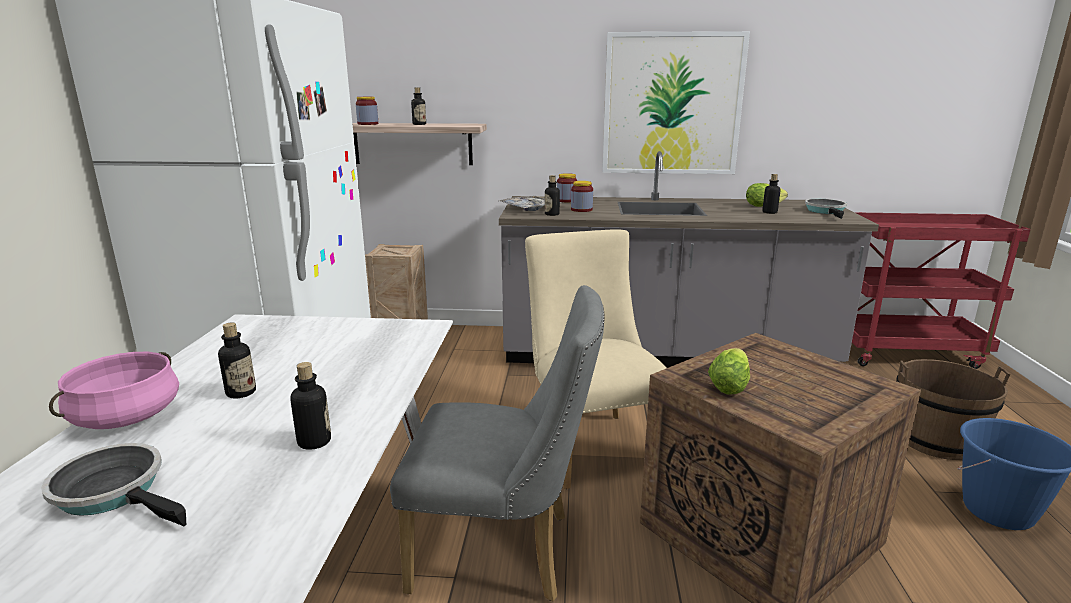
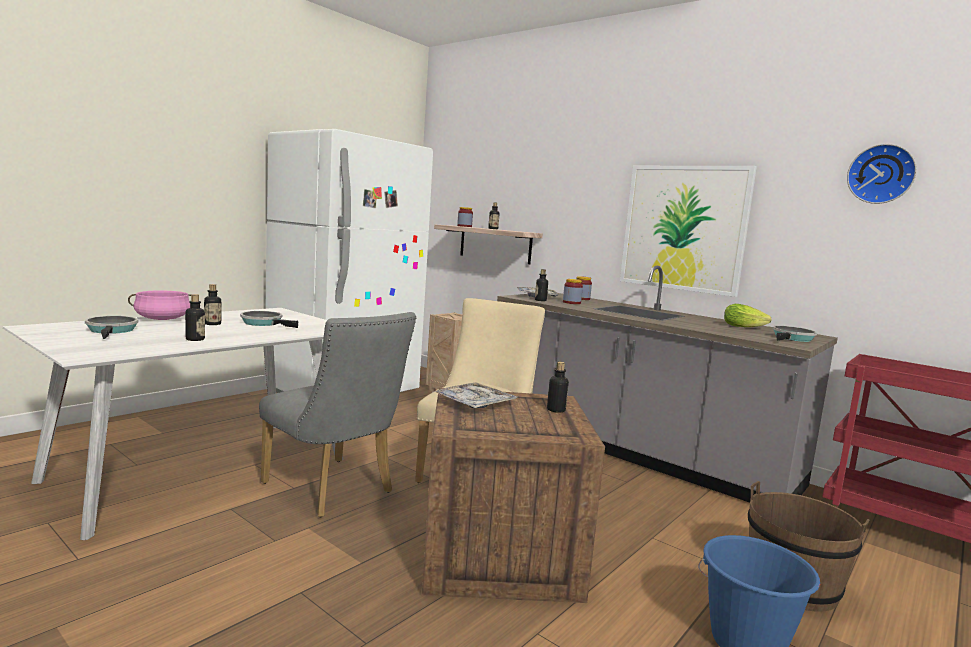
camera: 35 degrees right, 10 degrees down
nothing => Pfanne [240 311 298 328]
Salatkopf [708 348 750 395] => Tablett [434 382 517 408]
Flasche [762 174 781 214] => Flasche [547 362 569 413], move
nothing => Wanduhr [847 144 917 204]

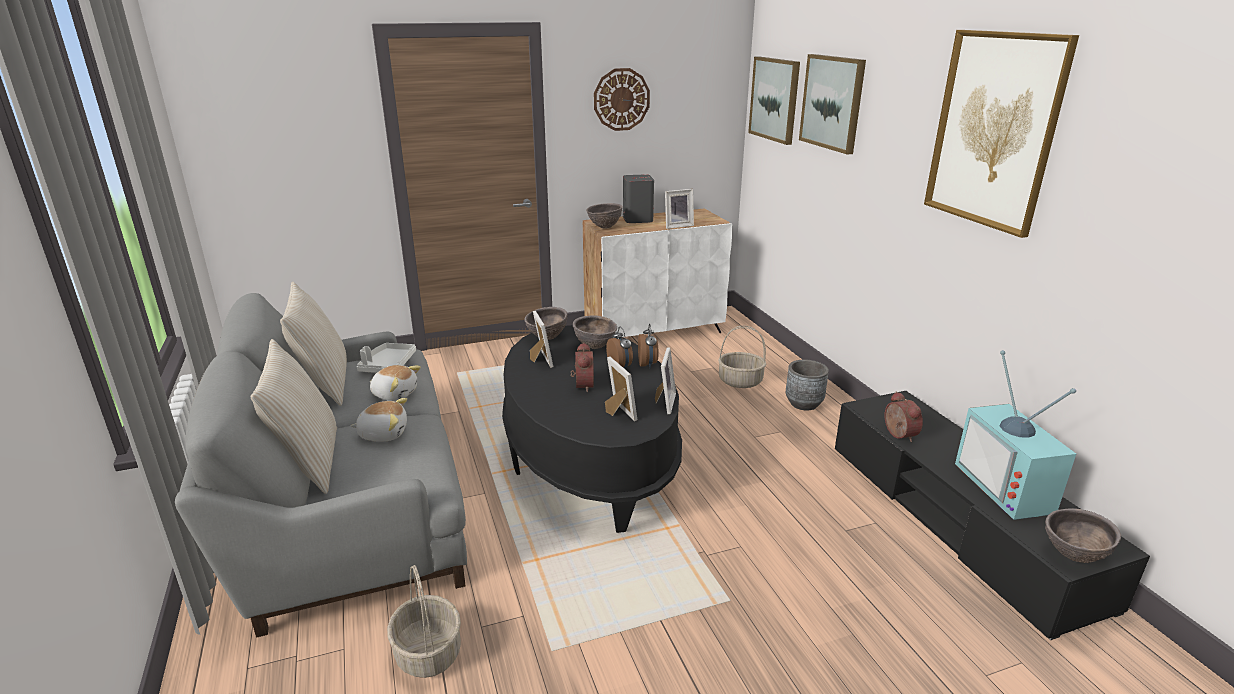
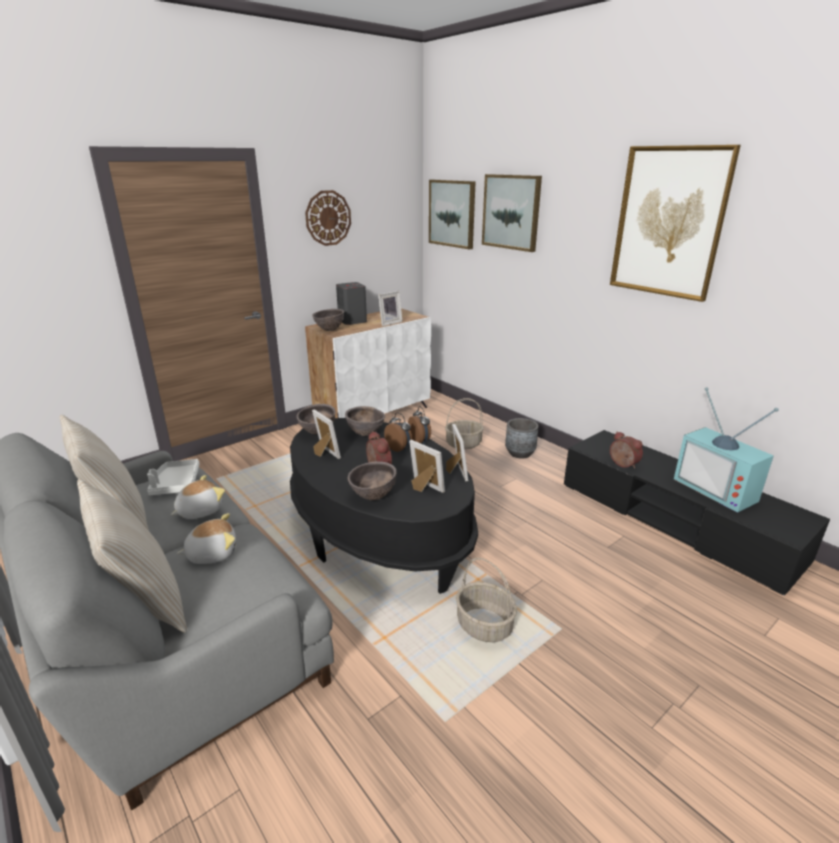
camera: 20 degrees left, 0 degrees up
Plüschtier [370 365 421 401] => Plüschtier [170 475 225 519], 45 degrees counterclockwise
Schüssel [braun] [1045 508 1121 563] => Schüssel [braun] [348 461 397 500], move
Korb [387 565 461 678] => Korb [456 558 517 642], move

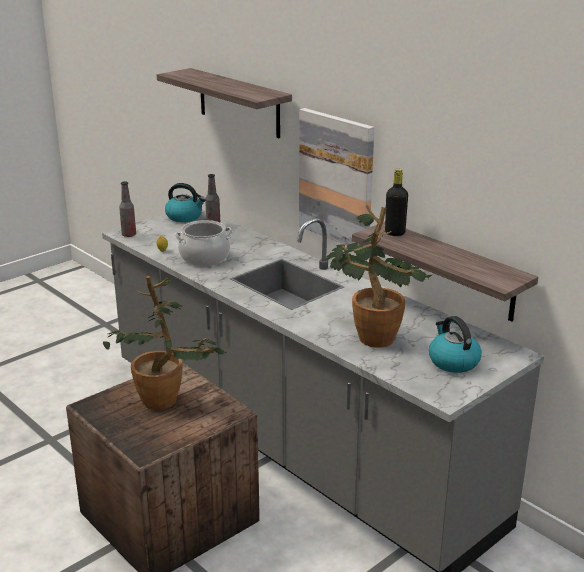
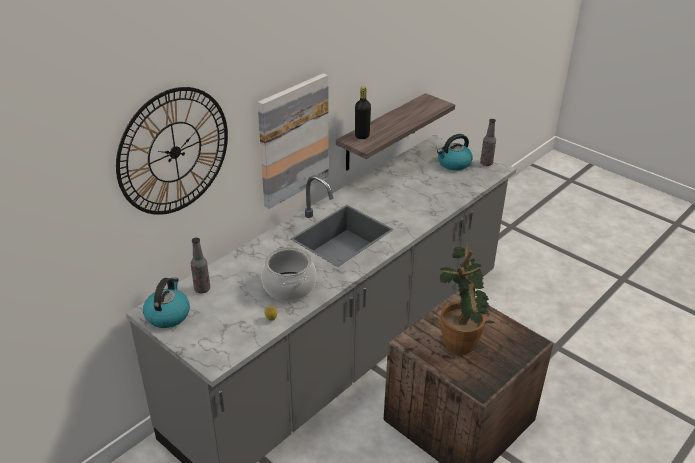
camera: 95 degrees left, 10 degrees up
Wandregal [157 68 292 138] => Wanduhr [116 87 228 215]
Flasche [119 181 136 237] => Flasche [480 119 496 166], move
Topfpflanze [324 205 432 348] => nothing

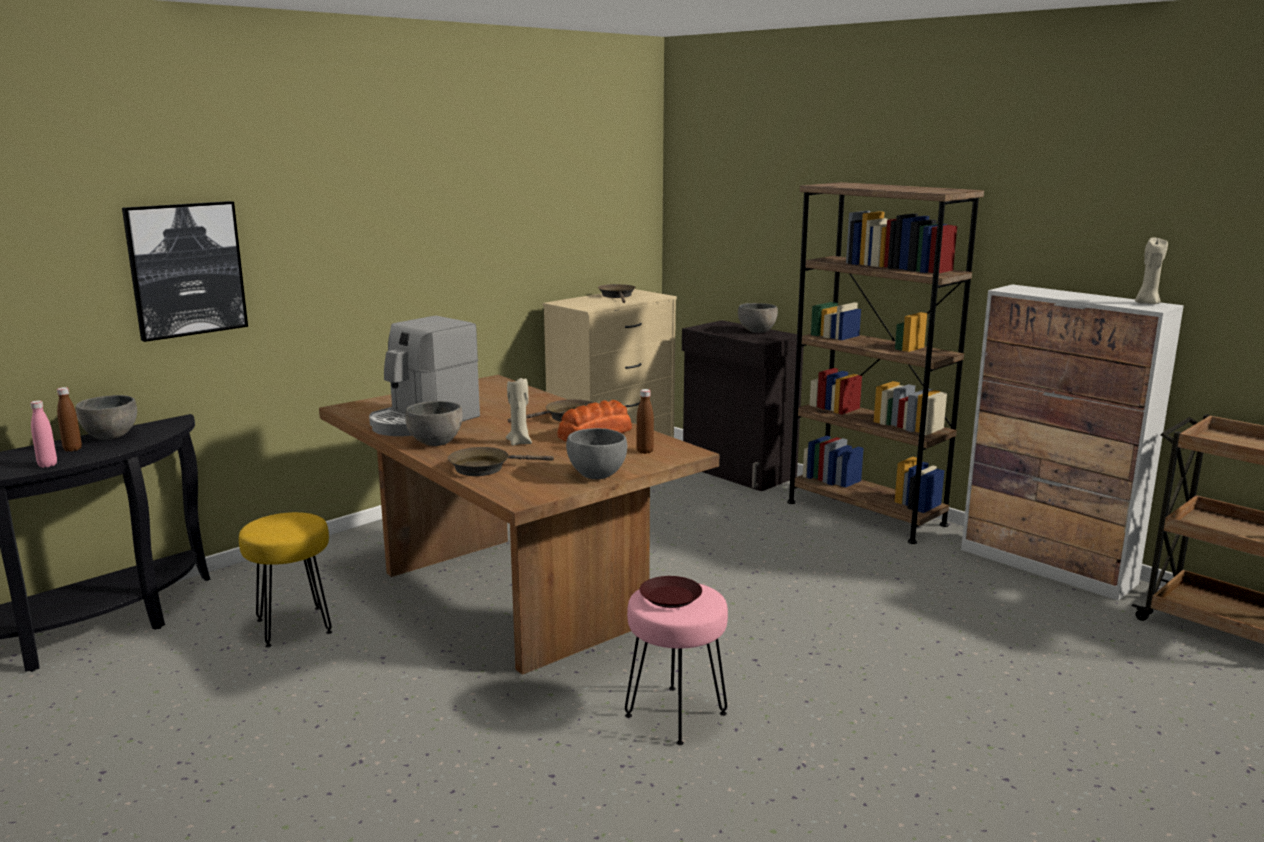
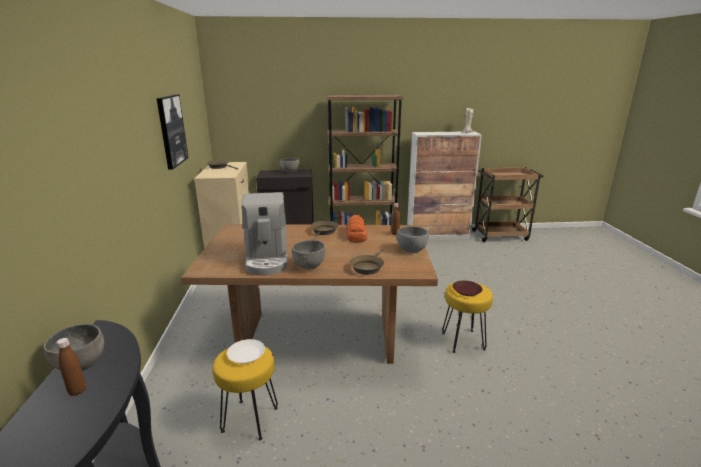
camera: 50 degrees left, 5 degrees up
Bild [122 201 248 342] => Bild [157 95 188 169], move
nothing => Teller [weiß] [227 339 265 363]
Hocker [rosa] [625 583 728 745] => Hocker [gelb] [442 282 493 353]
Flasche [rosa] [30 400 57 468] => nothing
Kerze [beige] [506 378 532 446] => nothing

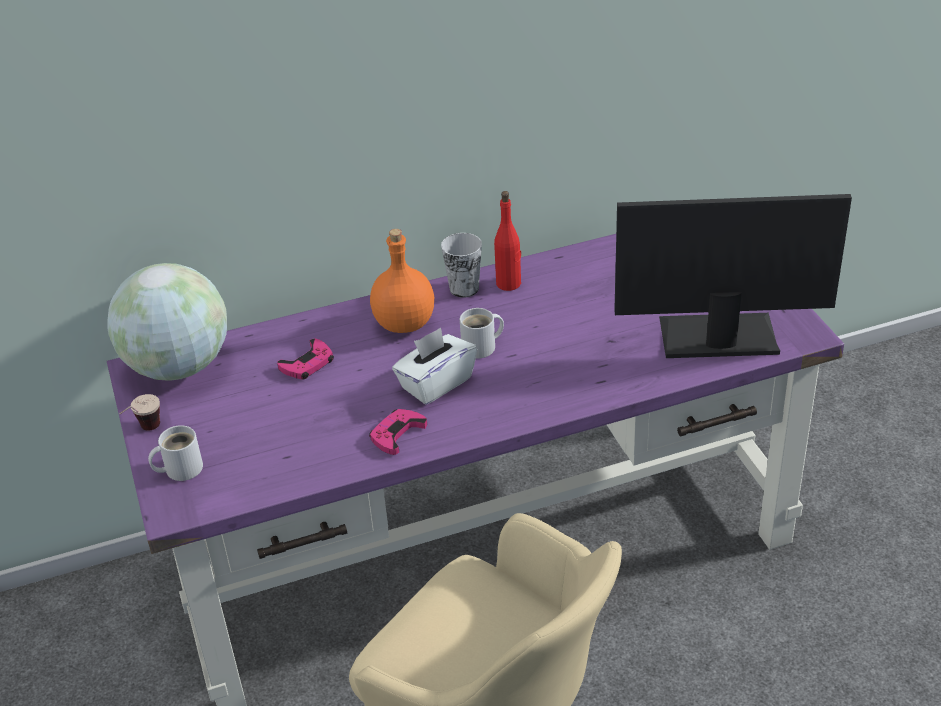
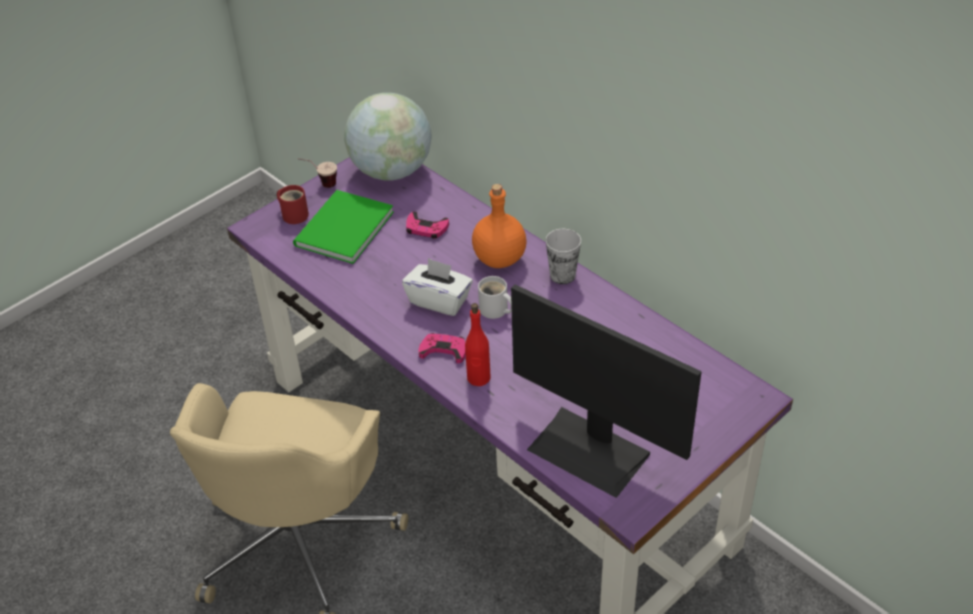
camera: 65 degrees right, 5 degrees up
Henkelbecher [weiß] [148 425 203 481] => Henkelbecher [rot] [277 185 309 224]
nothing => Buch [grün] [293 190 394 264]
Gamepad [rosa] [369 409 427 455] => Gamepad [rosa] [418 333 466 363], move
Flasche [rot] [494 191 521 291] => Flasche [rot] [465 303 491 386], move
Monitor [614 194 852 358] => Monitor [511 284 702 498], 150 degrees clockwise

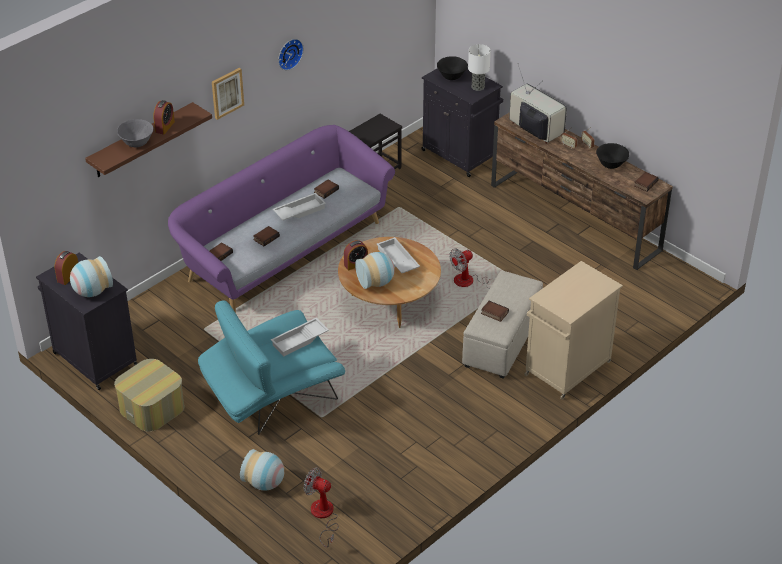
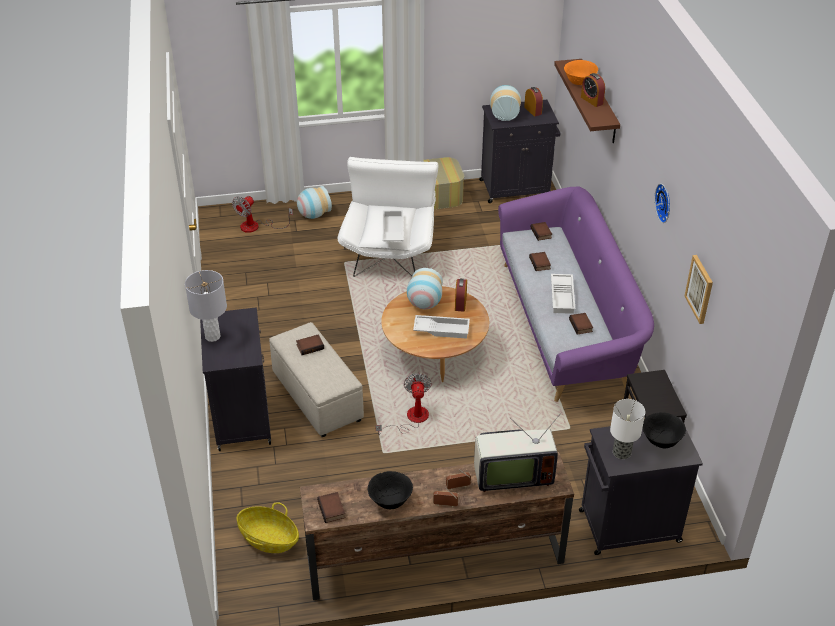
camera: 125 degrees right, 0 degrees up
nothing => Tischlampe [grau] [185 270 227 342]
Schrank [beige] [524 261 623 400] => Schrank [schwarz] [200 307 271 451]
Ventilator [304 468 338 547] => Ventilator [232 196 293 233], 150 degrees clockwise
nothing => Korb [237 502 299 553]
Sessel [türkis] [198 300 345 435] => Sessel [weiß] [337 157 438 277]
Schüssel [grau] [117 119 153 147] => Schüssel [orange] [564 60 598 85]
Bild [212 68 244 120] => Bild [685 255 713 324], move

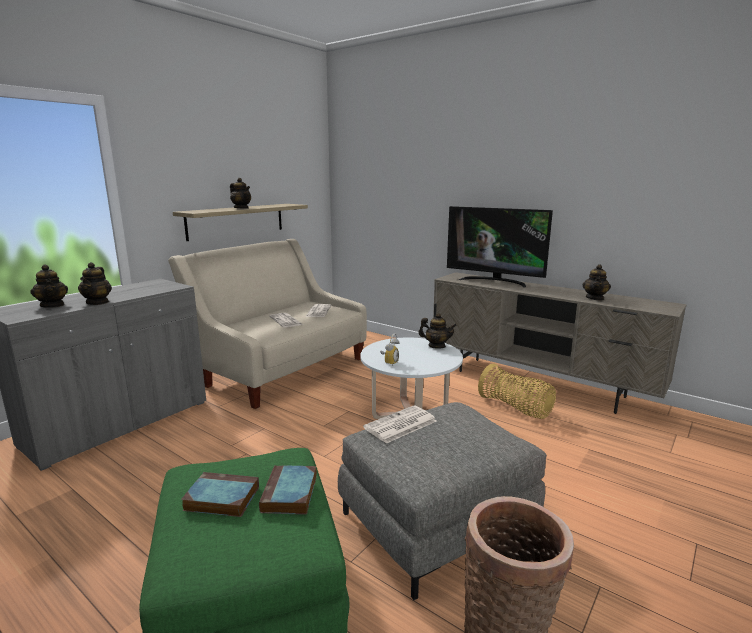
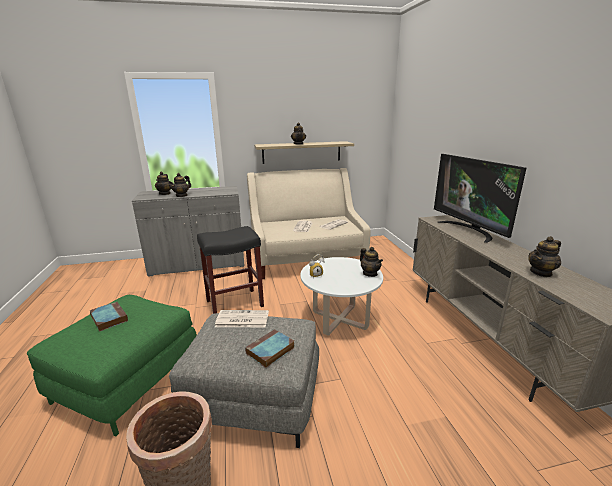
camera: 40 degrees right, 5 degrees up
nothing => Hocker [schwarz] [197 226 264 314]
Buch [259 465 317 515] => Buch [245 329 295 368], move
Korb [478 363 556 419] => nothing

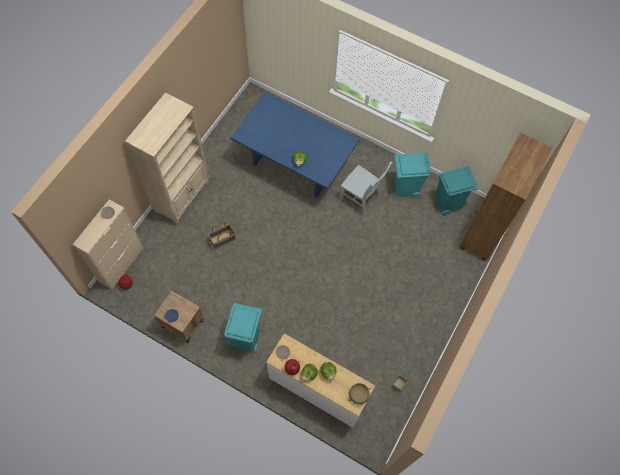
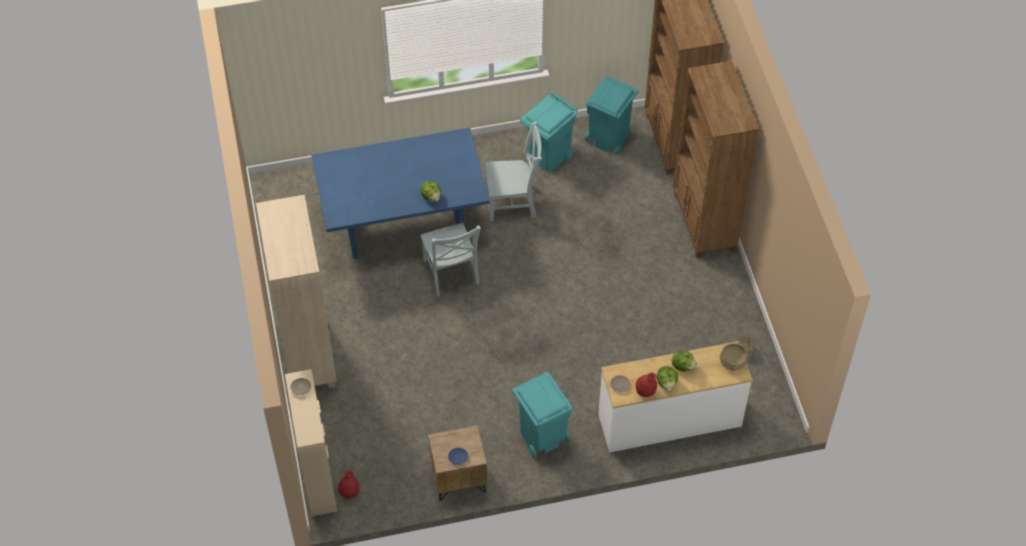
camera: 40 degrees left, 10 degrees down
nothing => Stuhl [grau] [420 223 481 296]
nothing => Bücherregal [braun] [673 61 759 258]
Korb [208 221 236 249] => nothing

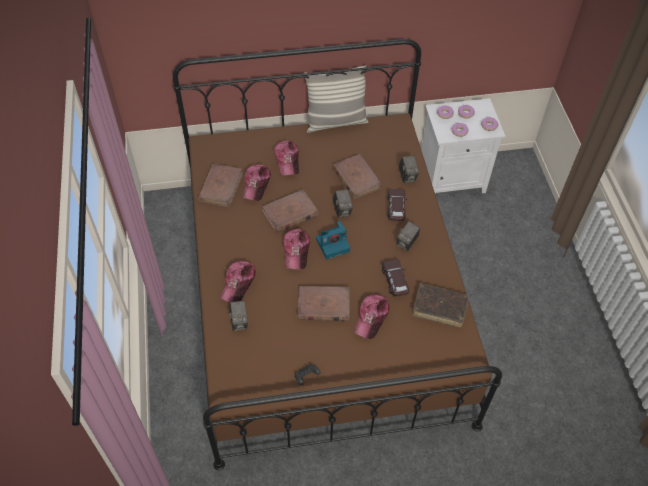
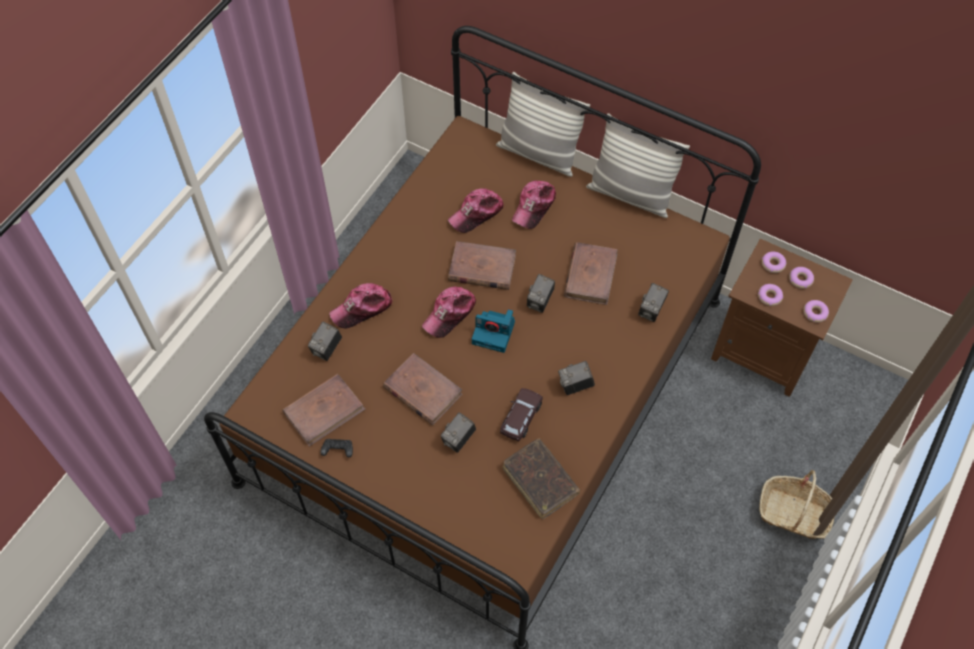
camera: 40 degrees right, 5 degrees up
Buch [braun] [198 164 243 207] => Buch [braun] [282 374 366 447], move
Kappe [354 294 390 339] => Kamera [441 412 476 453]
nothing => Kissen [496 72 590 177]
Nachttisch [weiß] [421 98 505 193] => Nachttisch [braun] [711 239 853 397]
nothing => Korb [759 470 835 539]
Spielzeugauto [braun] [387 189 407 221] => nothing

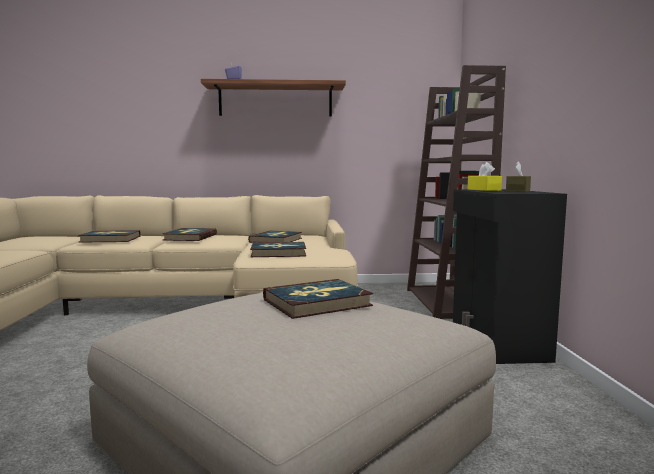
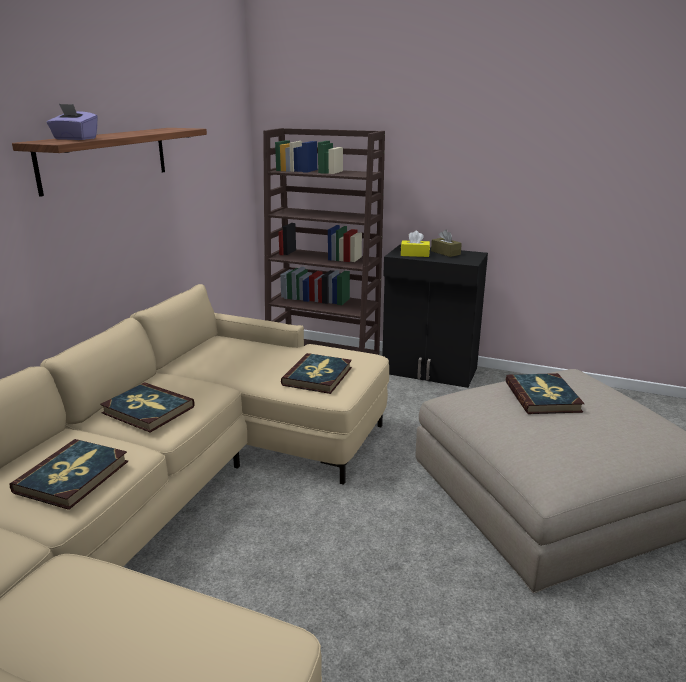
camera: 65 degrees left, 15 degrees up
Buch [248 230 302 243] => nothing

